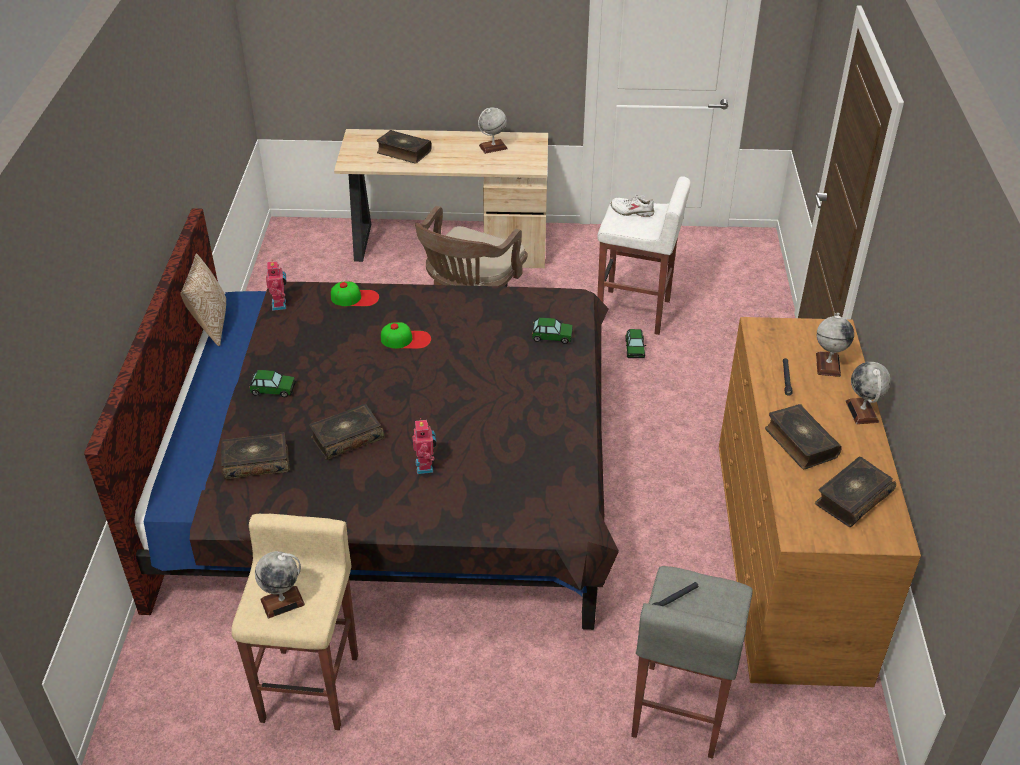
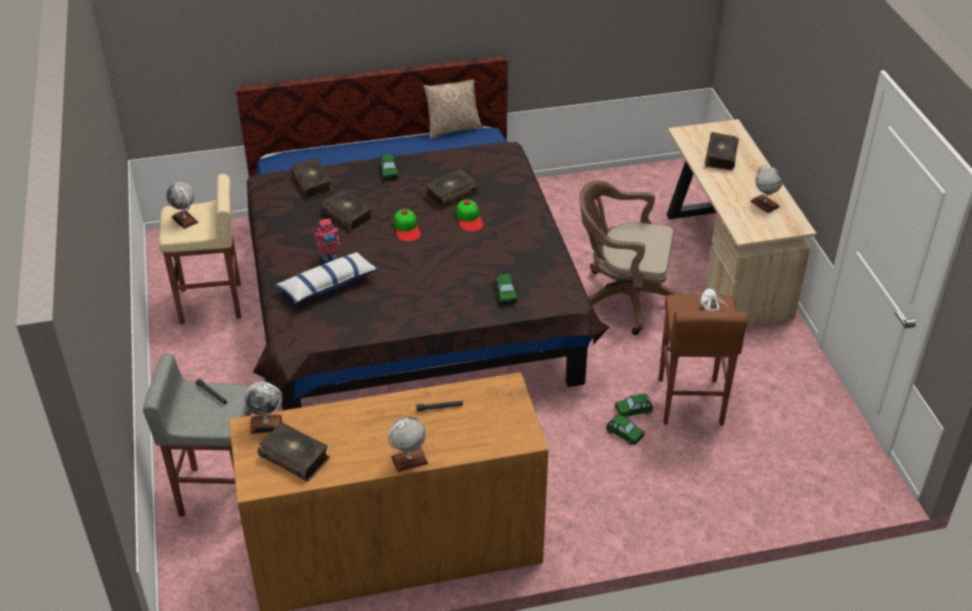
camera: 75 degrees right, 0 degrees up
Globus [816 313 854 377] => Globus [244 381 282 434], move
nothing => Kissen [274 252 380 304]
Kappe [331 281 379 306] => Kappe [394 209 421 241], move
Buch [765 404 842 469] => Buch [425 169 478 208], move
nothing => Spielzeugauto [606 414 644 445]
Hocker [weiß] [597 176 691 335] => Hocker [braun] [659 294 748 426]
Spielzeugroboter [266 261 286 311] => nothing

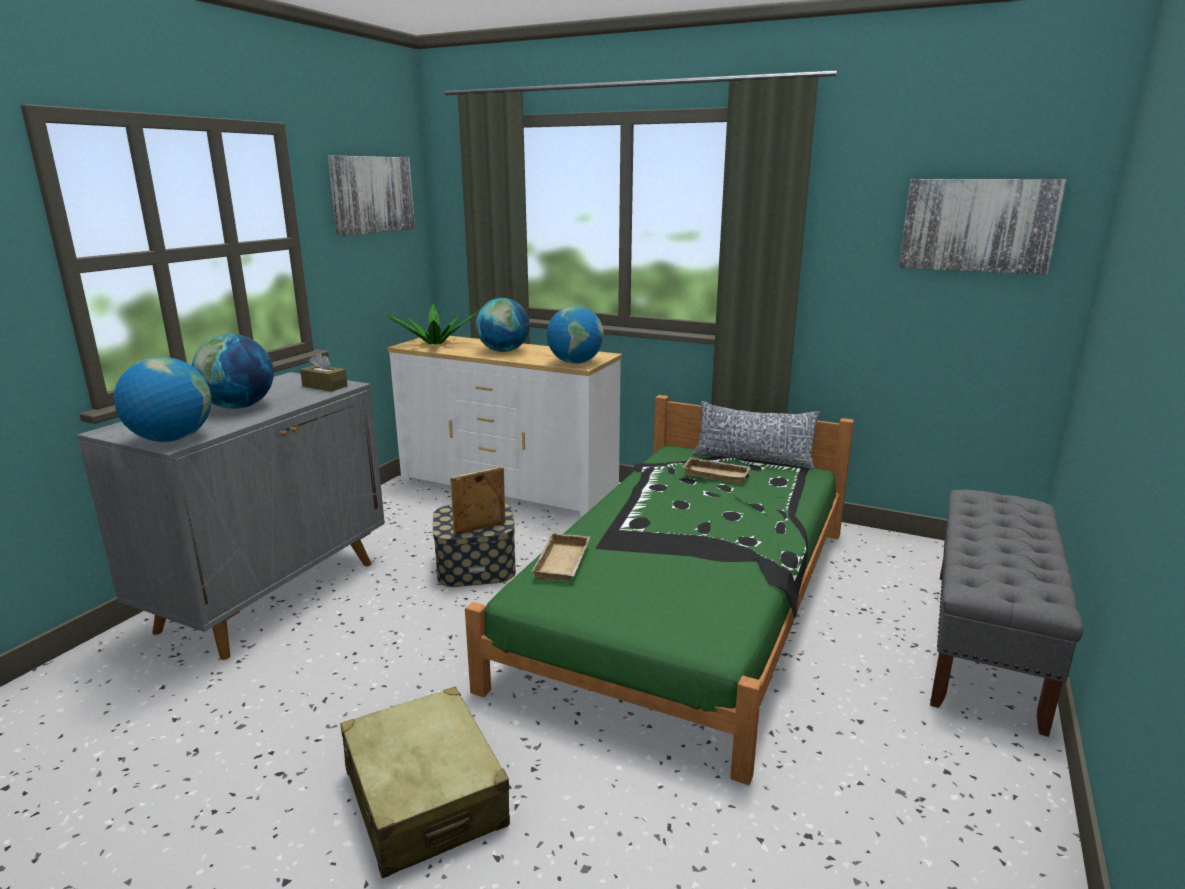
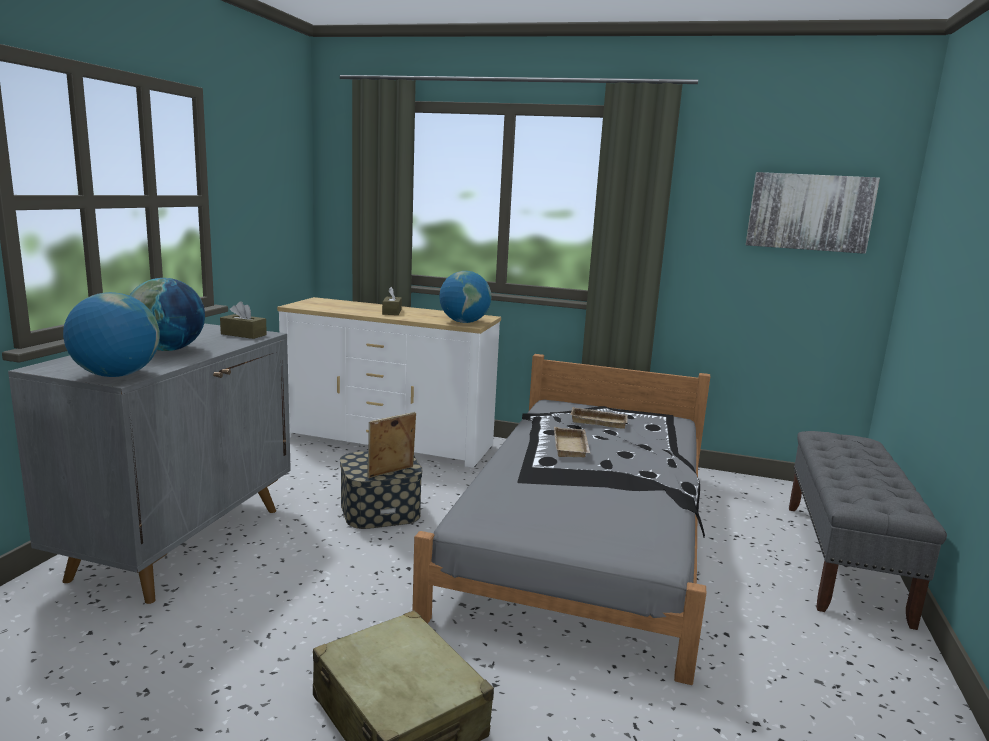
camera: 10 degrees left, 5 degrees down
Globus [476 298 530 352] => Taschentuchbox [braun] [382 287 402 315]
Bett [grün] [465 395 854 785] => Bett [grau] [412 354 710 685]
Tablett [beige] [532 532 590 581] => Tablett [beige] [554 427 590 457], move
Bild [328 156 415 236] => nothing
Topfpflanze [385 304 479 344] => nothing
Kissen [692 401 820 469] => nothing

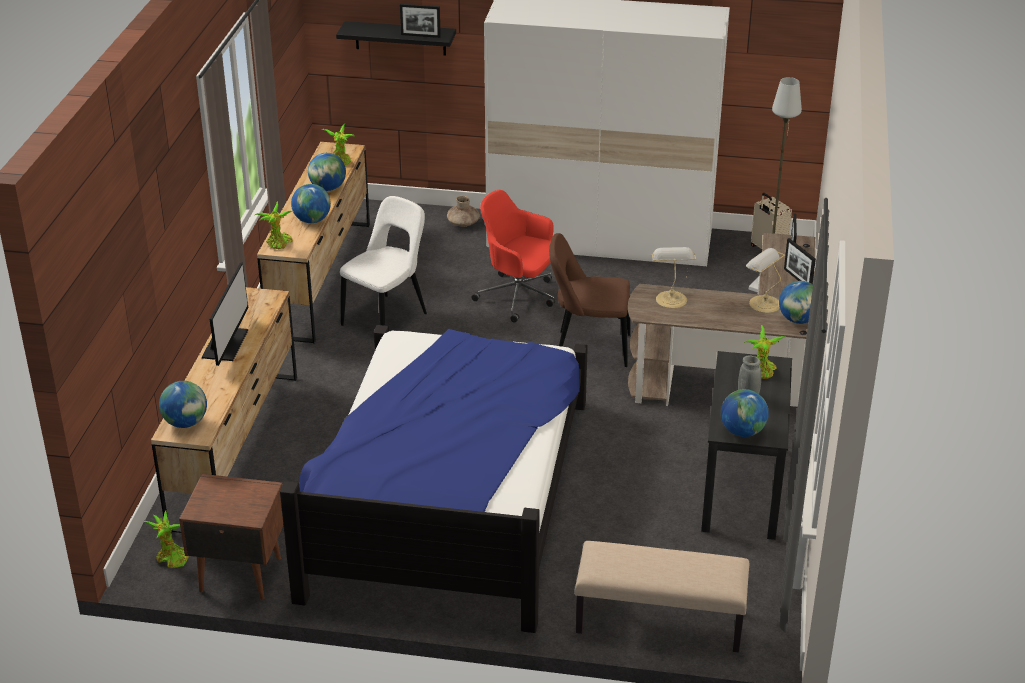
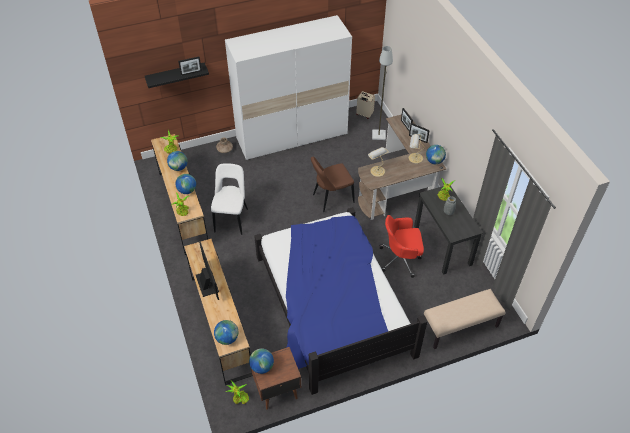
camera: 30 degrees left, 15 degrees up
Globus [721 389 769 437] => Globus [249 349 274 374], move
Bürostuhl [rot] [471 190 555 323] => Bürostuhl [rot] [379 215 424 278], move

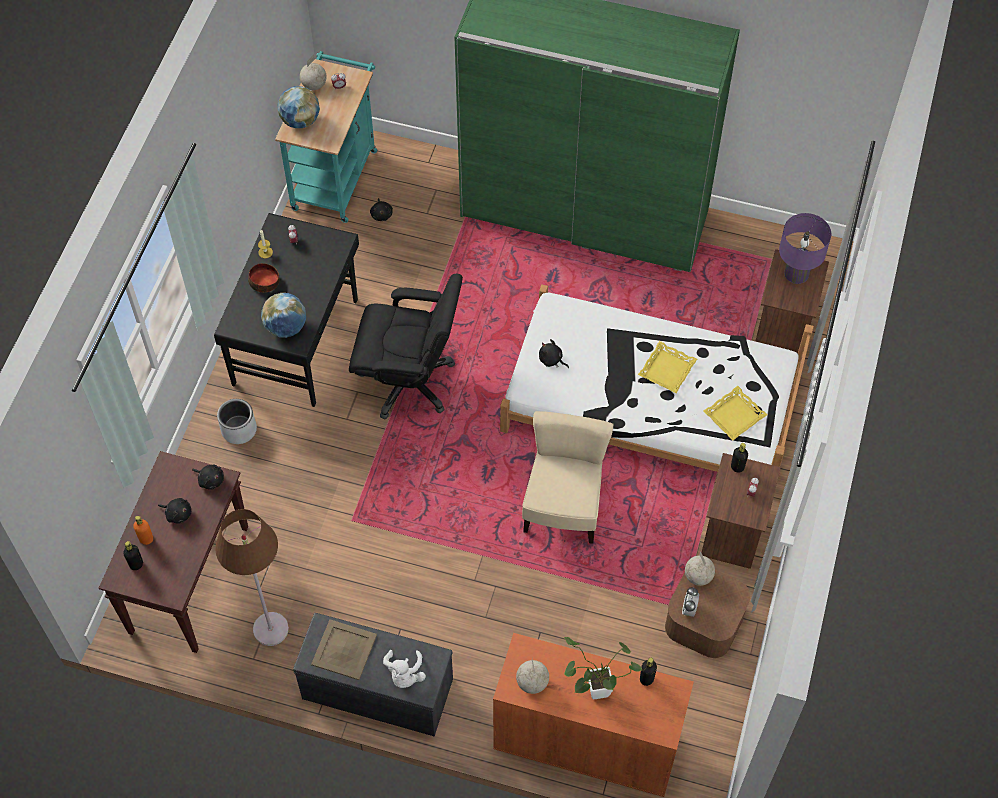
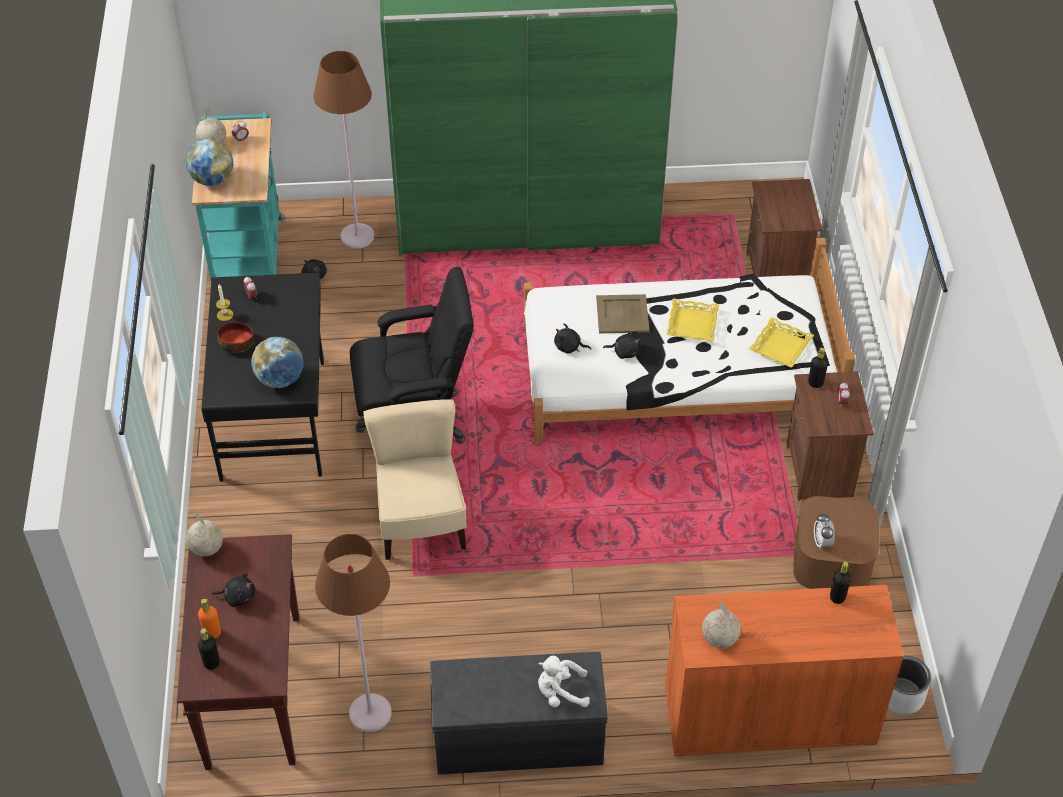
camera: 20 degrees left, 10 degrees down
Globus [685 551 715 586] => Globus [186 511 223 557], move
nothing => Stehlampe [braun] [313 51 374 249]
Stuhl [beige] [522 411 613 544] => Stuhl [beige] [364 399 466 560], move
Plüschtier [weiß] [383 650 426 688] => Plüschtier [weiß] [538 656 590 707], 105 degrees clockwise
Tablett [beige] [311 619 377 680] => Tablett [beige] [596 294 650 333], move
Plüschtier [schwarz] [192 465 224 490] => Plüschtier [schwarz] [603 331 641 359], move
Pflanzkübel [grau] [217 399 257 444] => Pflanzkübel [grau] [888 656 931 714], move
Topfpflanze [564 637 642 700] => nothing
Tischlampe [lila] [779 213 831 284] => nothing

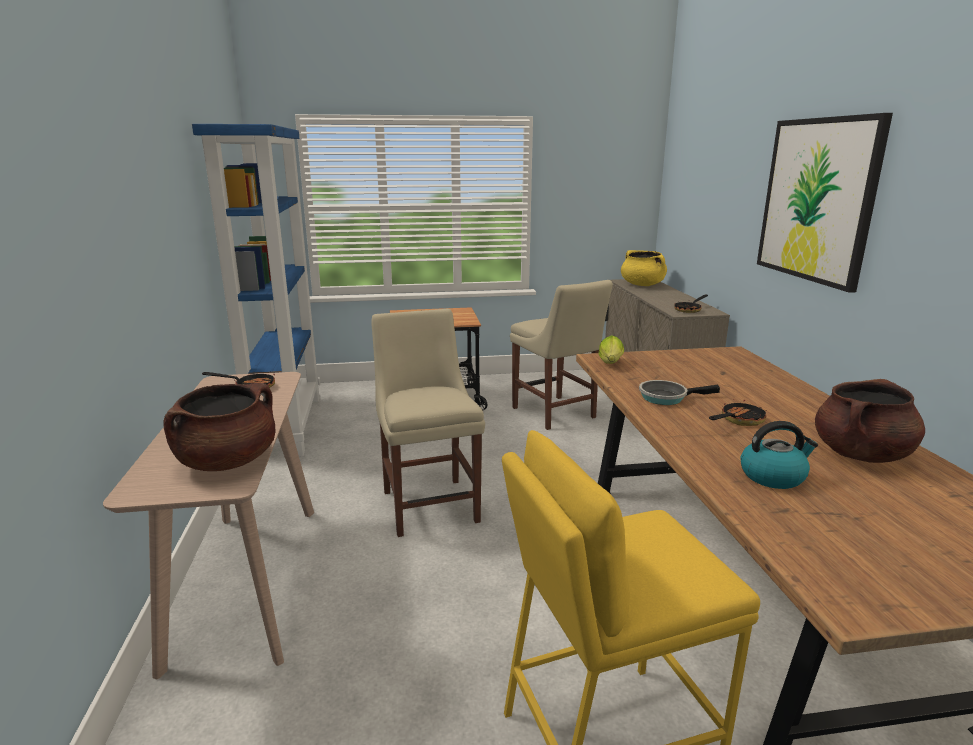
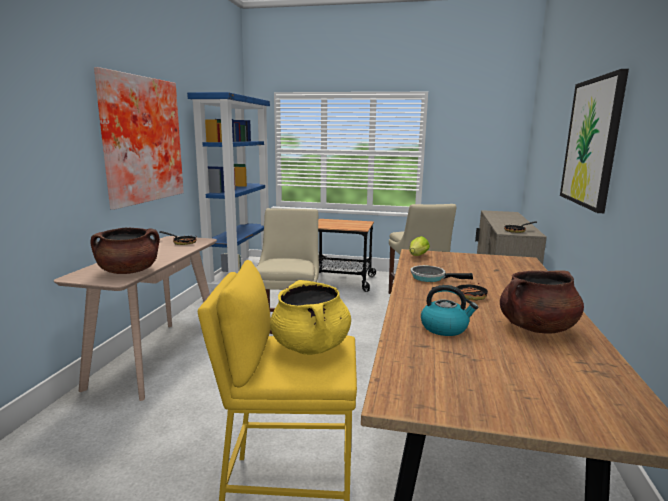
camera: 20 degrees right, 5 degrees down
nothing => Bild [94 67 184 210]
Kochtopf [gelb] [621 250 667 286] => Kochtopf [gelb] [270 280 351 355], move

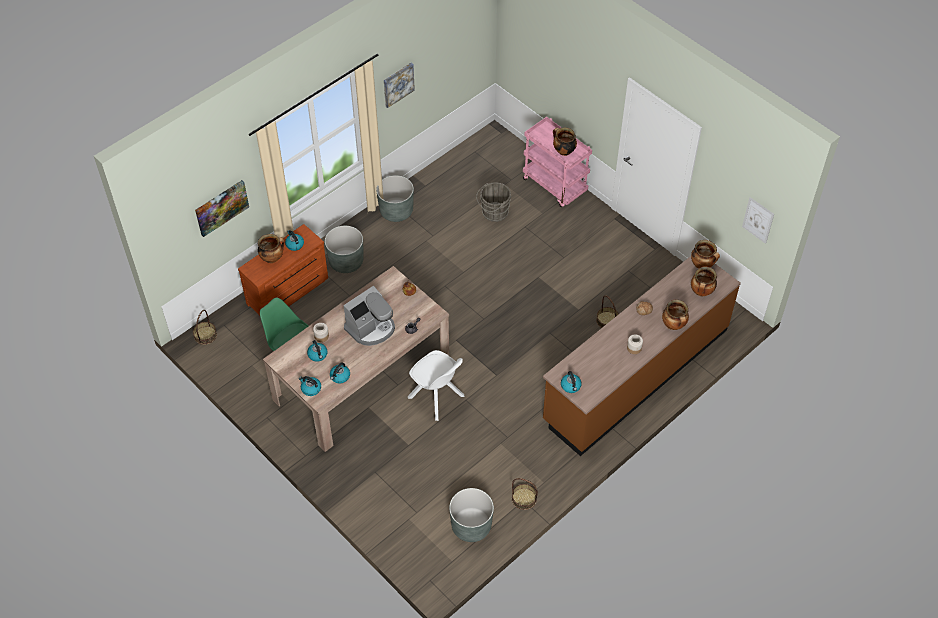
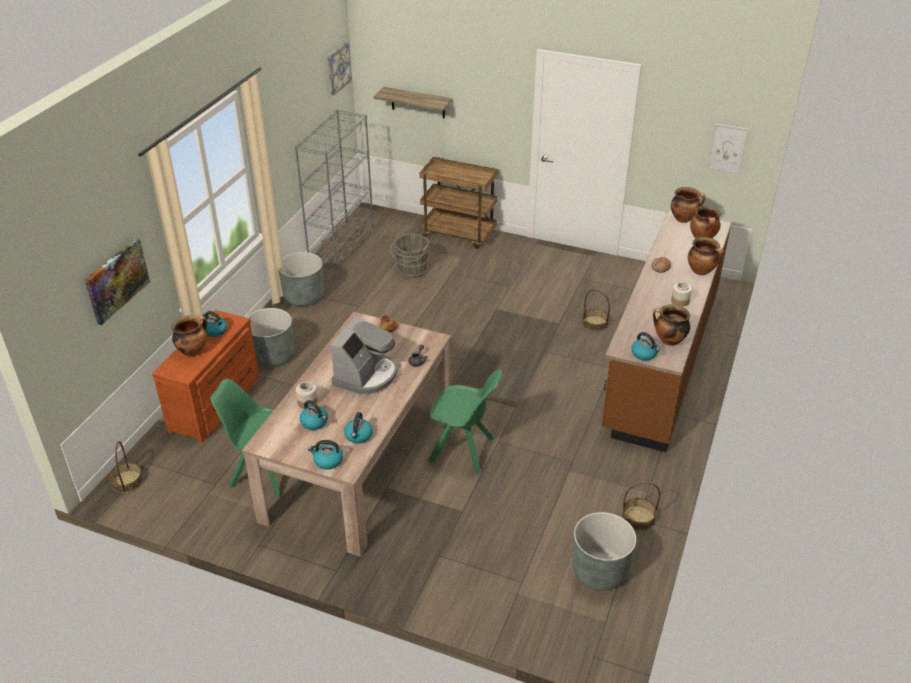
camera: 25 degrees left, 15 degrees down
nothing => Bücherregal [grau] [295 110 374 269]
Bild [384 63 415 108] => Bild [327 42 352 95], move
nothing => Wandregal [373 87 453 119]
Rollwagen [rosa] [523 117 592 207] => Rollwagen [braun] [420 157 498 249]
Stuhl [weiß] [408 350 465 421] => Stuhl [grün] [428 369 502 474]
Kochtopf [553 128 577 156] => Kochtopf [653 304 690 346], move

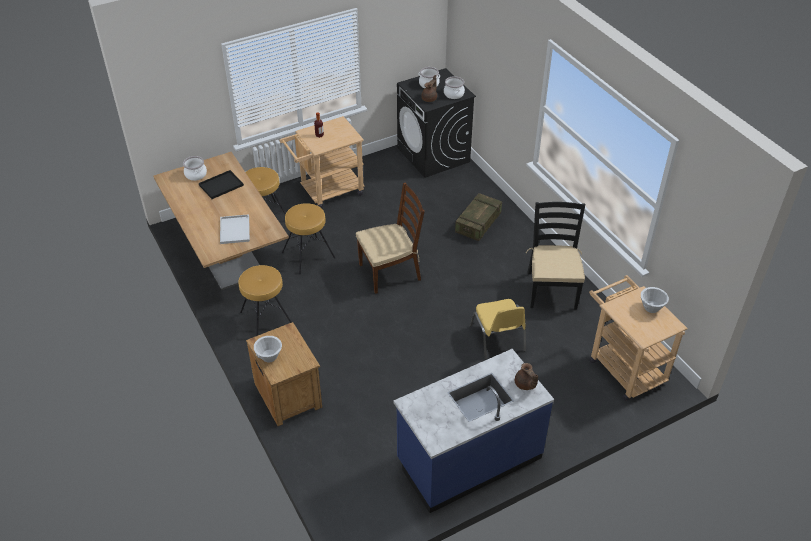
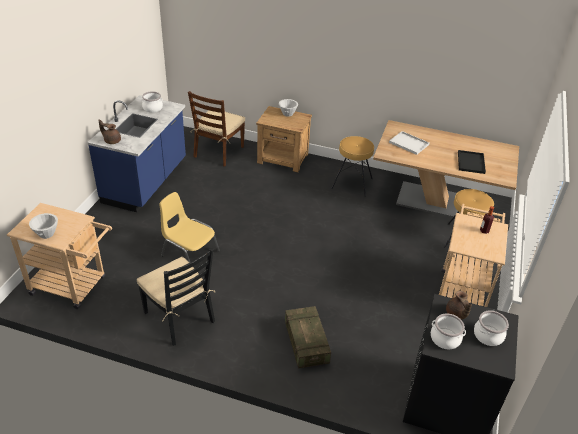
camera: 135 degrees right, 5 degrees down
Kochtopf [183 156 207 181] => Kochtopf [141 91 163 113], move
Stuhl [braun] [356 183 425 294] => Stuhl [braun] [188 91 245 167], move
Hocker [braun] [282 203 335 274] => nothing

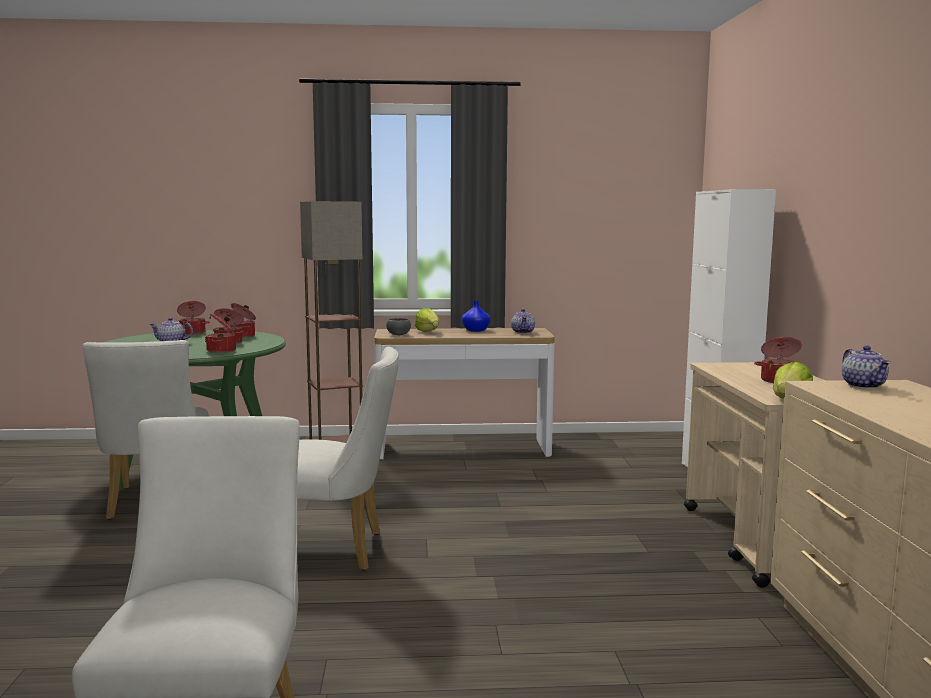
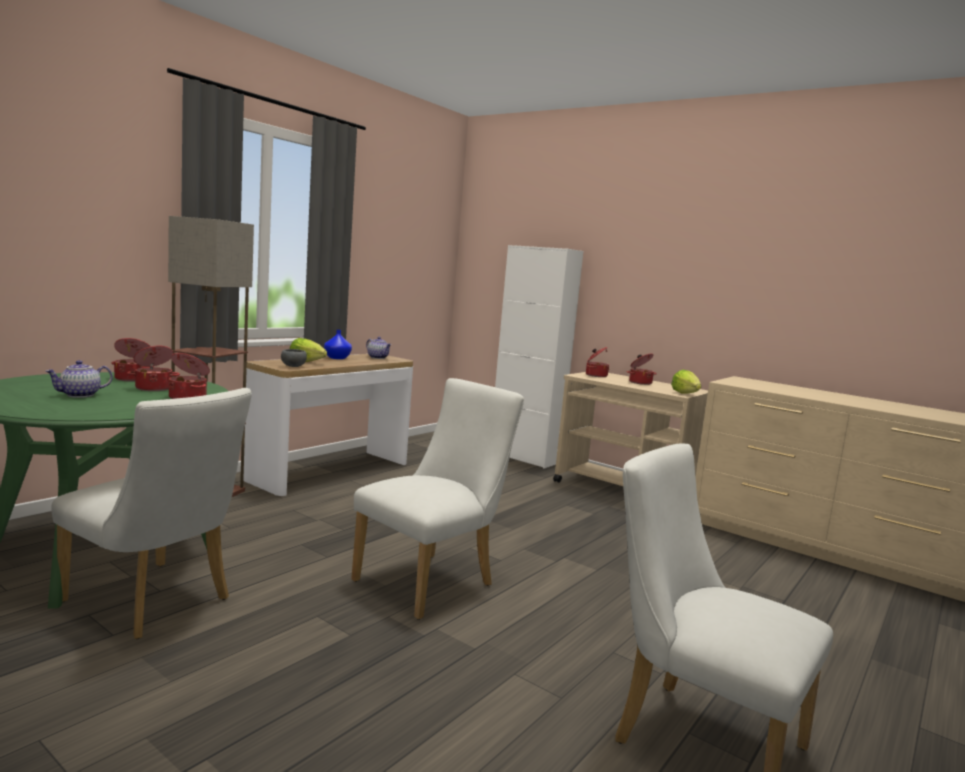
camera: 50 degrees left, 0 degrees up
Kochtopf [177 301 210 335] => Kochtopf [586 347 609 377], move
Teekanne [842 346 890 389] => nothing

